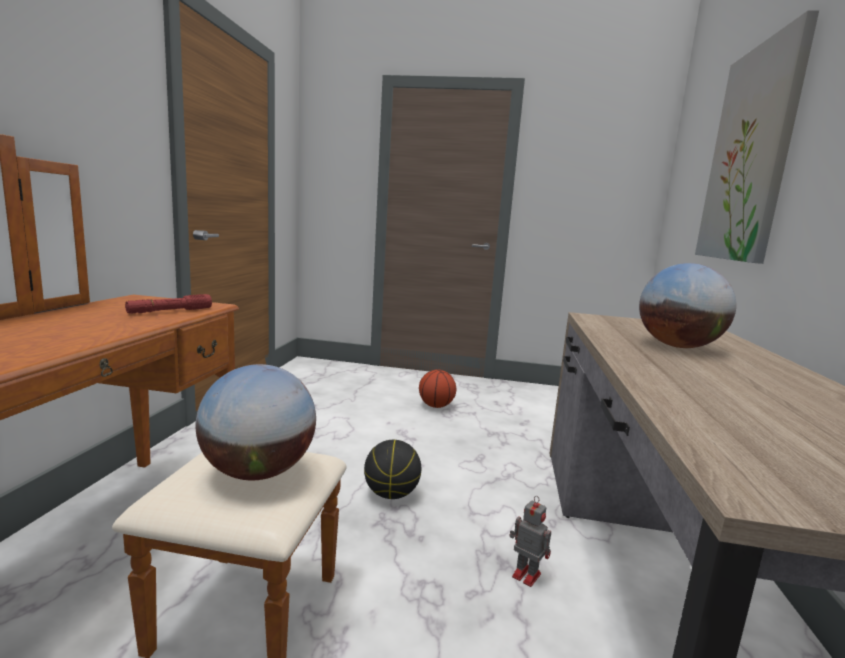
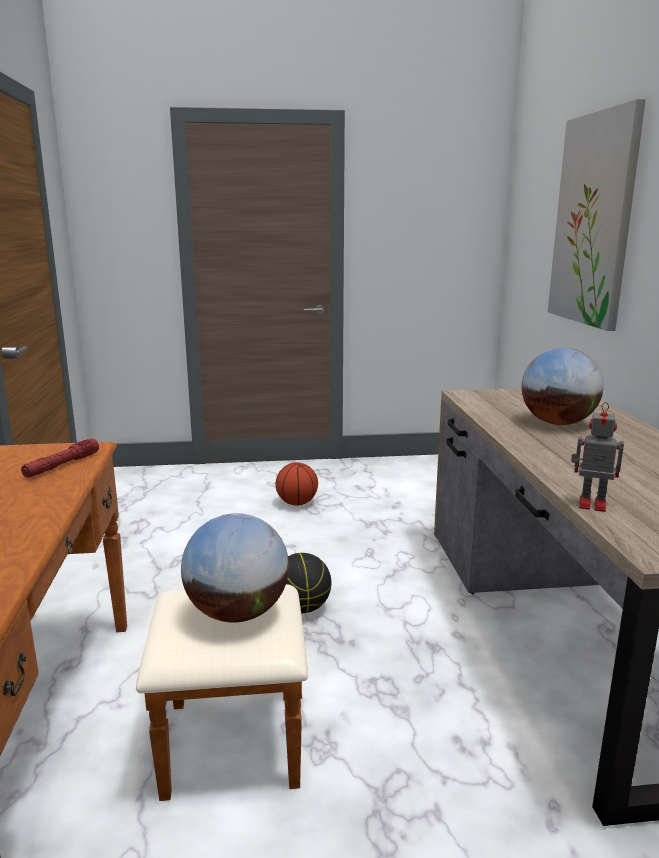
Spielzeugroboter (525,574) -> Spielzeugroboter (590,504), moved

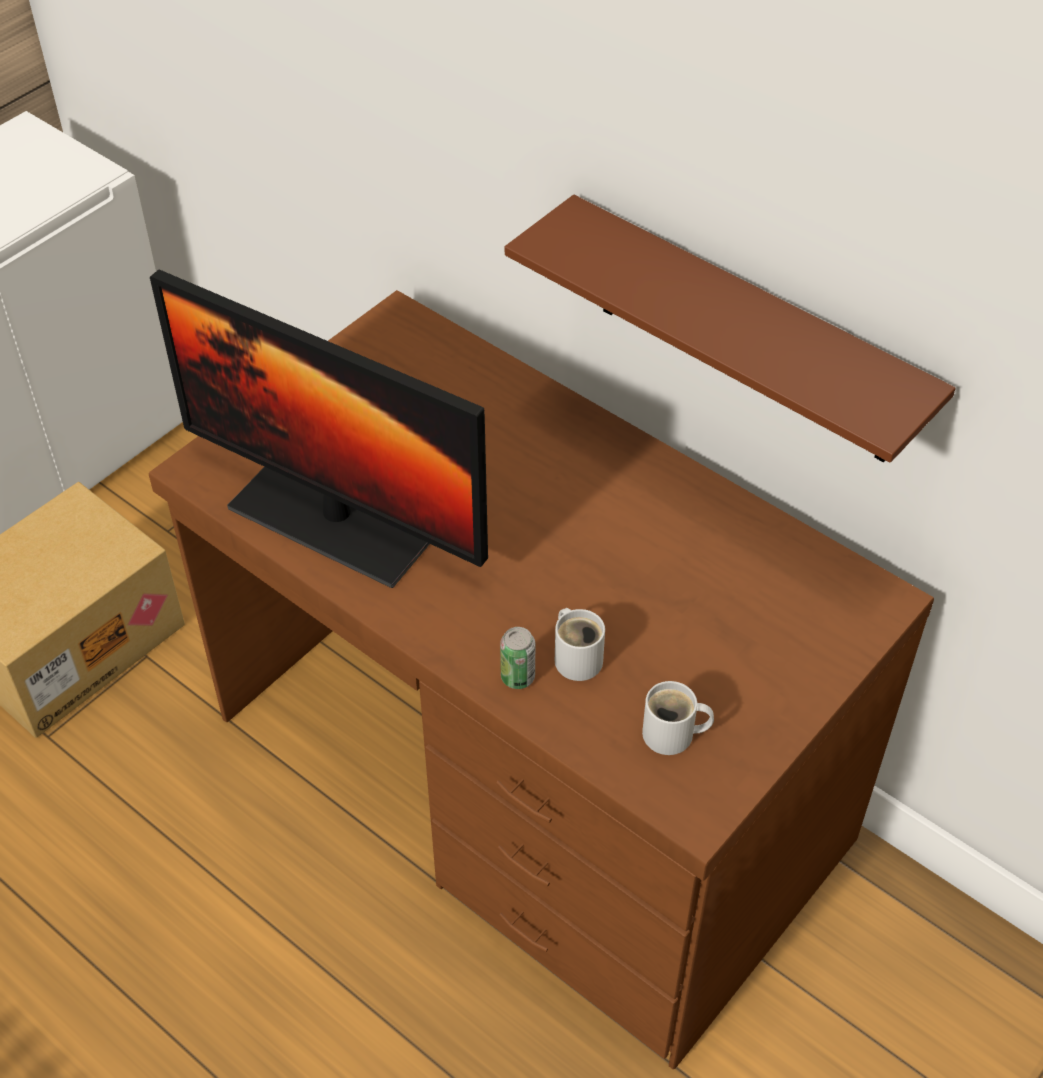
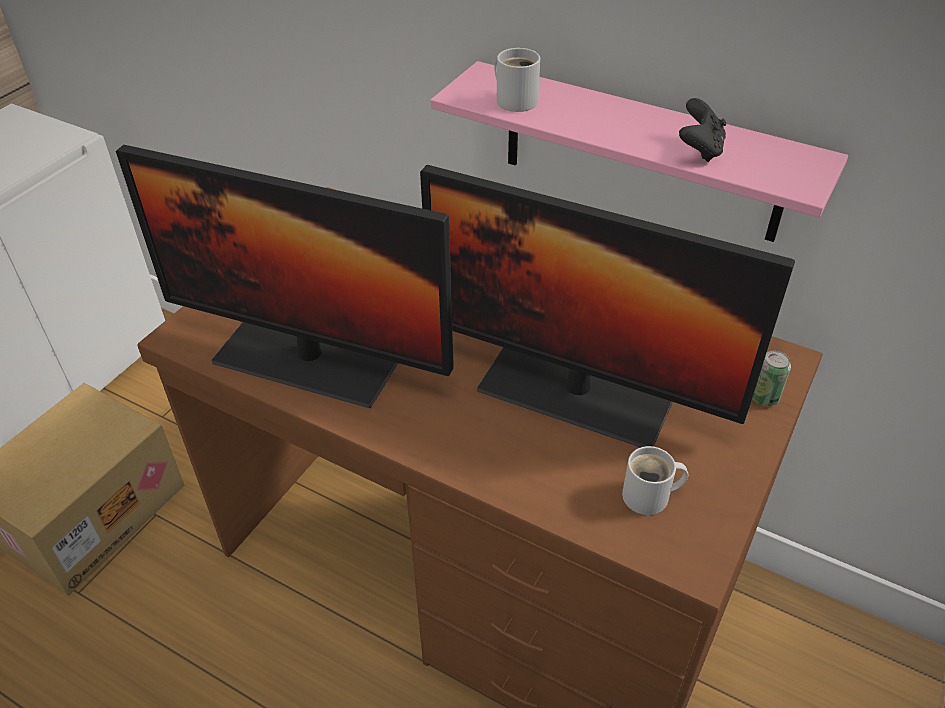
Dose (517,677) -> Dose (764,397), moved
Wandregal (braun) (746,334) -> Wandregal (rosa) (641,153)
Henkelbecher (weiß) (578,657) -> Henkelbecher (weiß) (515,99), moved
none -> Monitor (576,392)
none -> Gamepad (schwarz) (699,150)

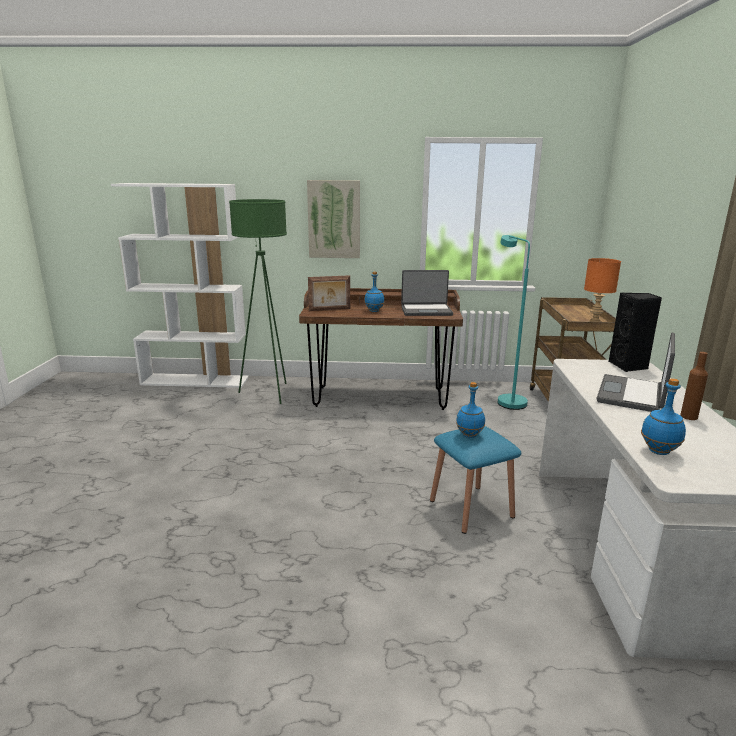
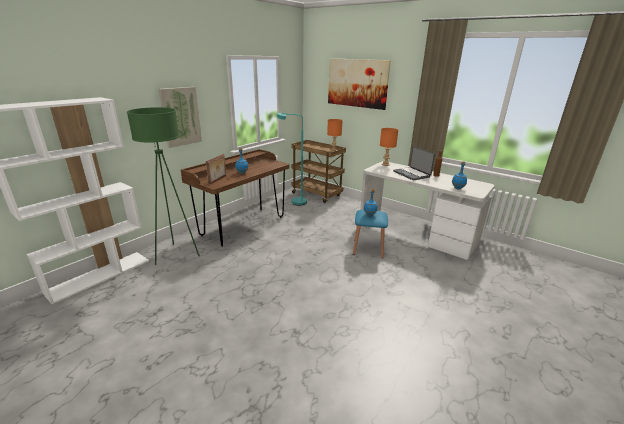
Laptop (426,311) -> none
Lautsprecher (schwarz) (629,366) -> Tischlampe (orange) (386,164)
none -> Bild (357,83)

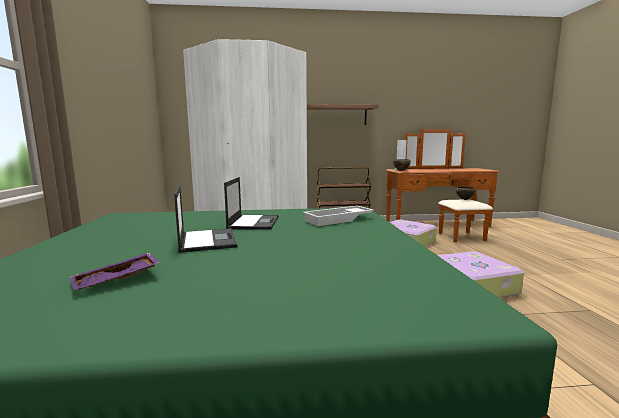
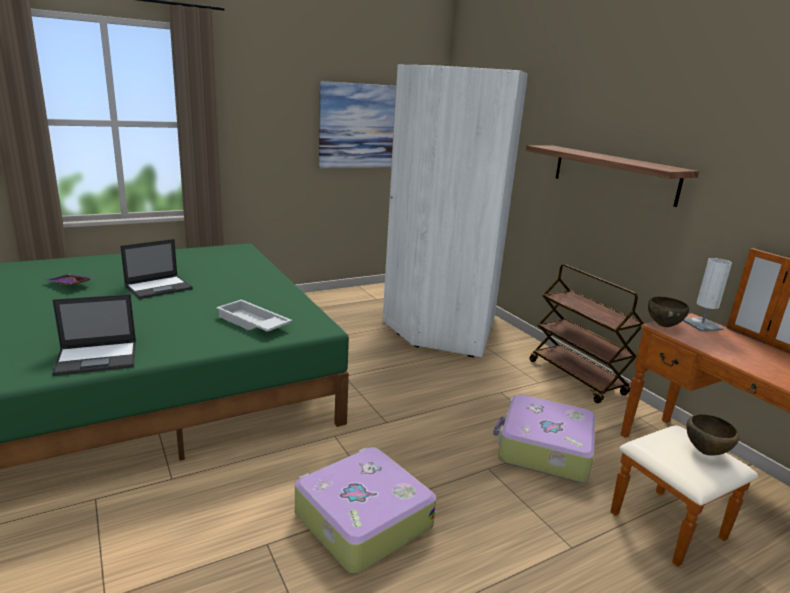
Laptop (254,222) -> Laptop (98,358), moved
none -> Bild (356,126)

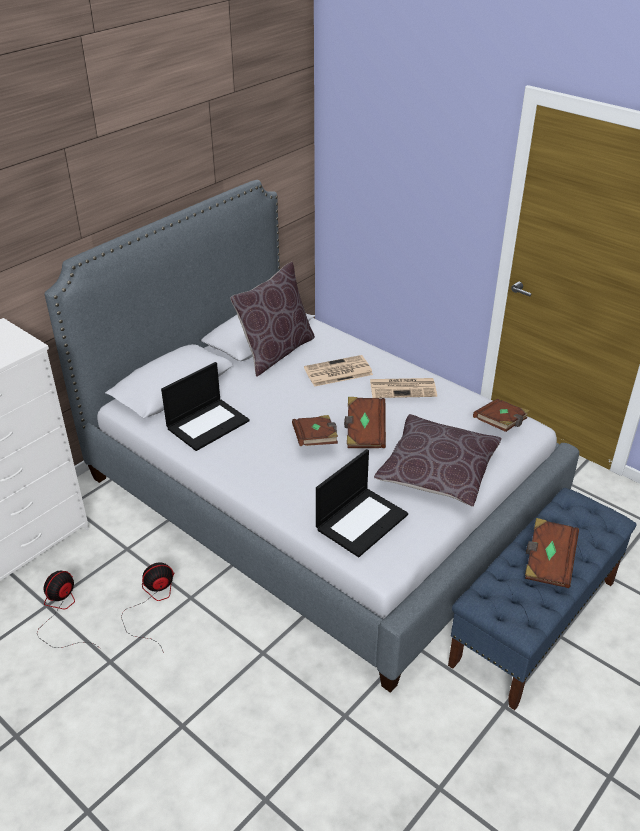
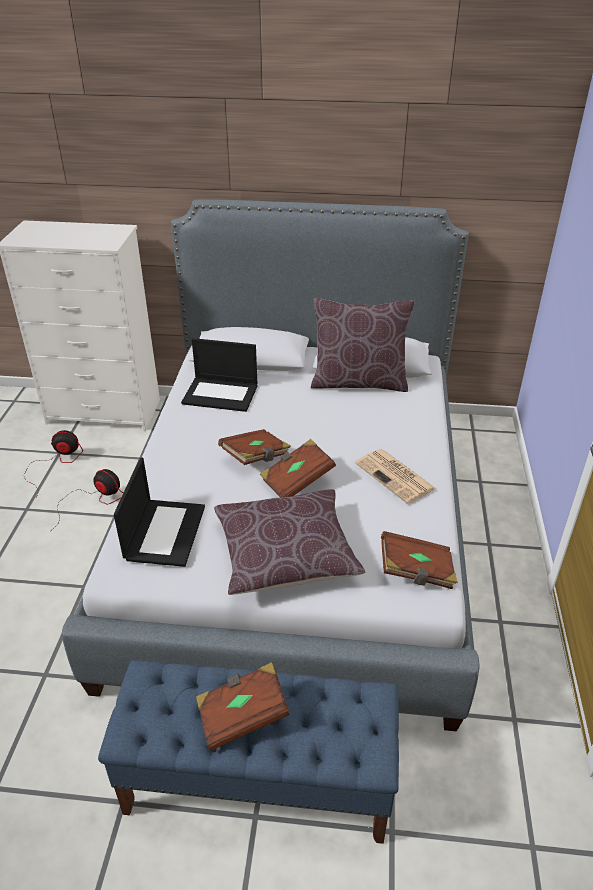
Zeitung (337,372) -> none
Laptop (361,521) -> Laptop (164,532), 90 degrees counterclockwise

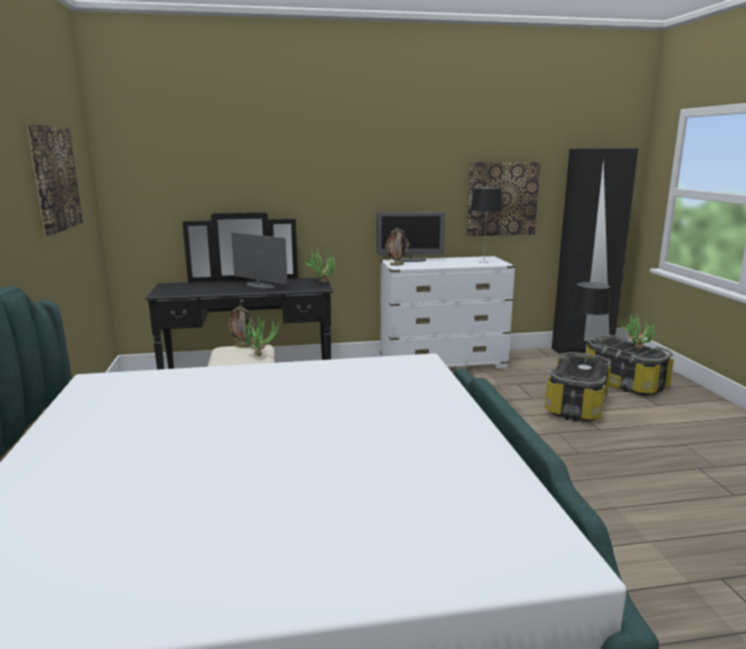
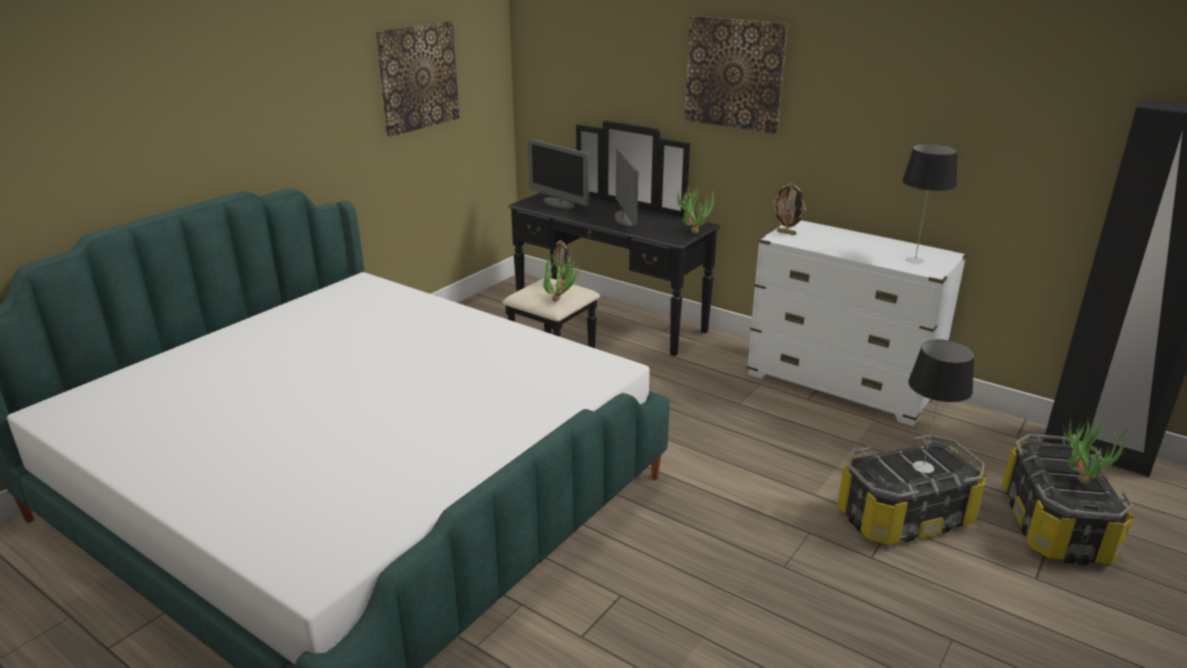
Monitor (410,260) -> Monitor (559,204), moved
Bild (502,199) -> Bild (735,73), moved

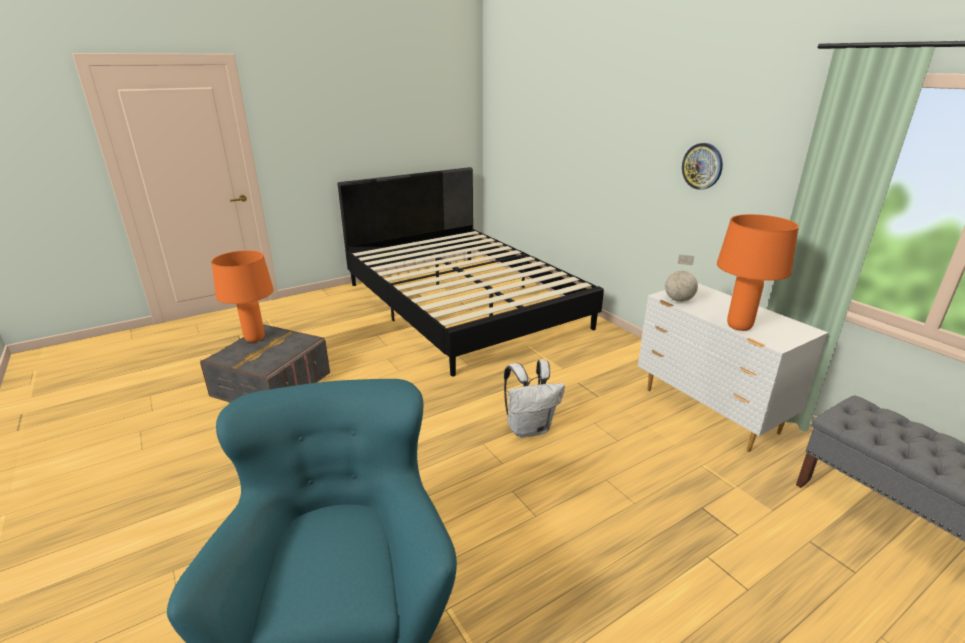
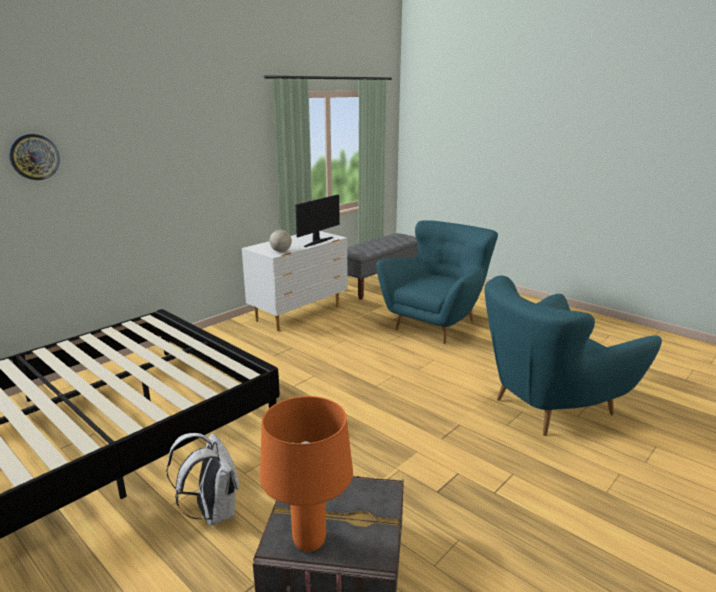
Rucksack (weiß) (529,428) -> Rucksack (weiß) (212,512), moved
Wanduhr (702,166) -> Wanduhr (34,157), moved
Tischlampe (orange) (739,327) -> Monitor (317,242)
none -> Sessel (türkis) (437,324)

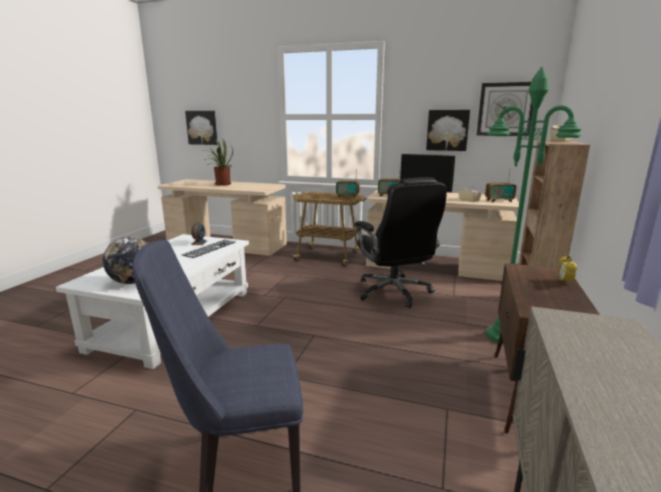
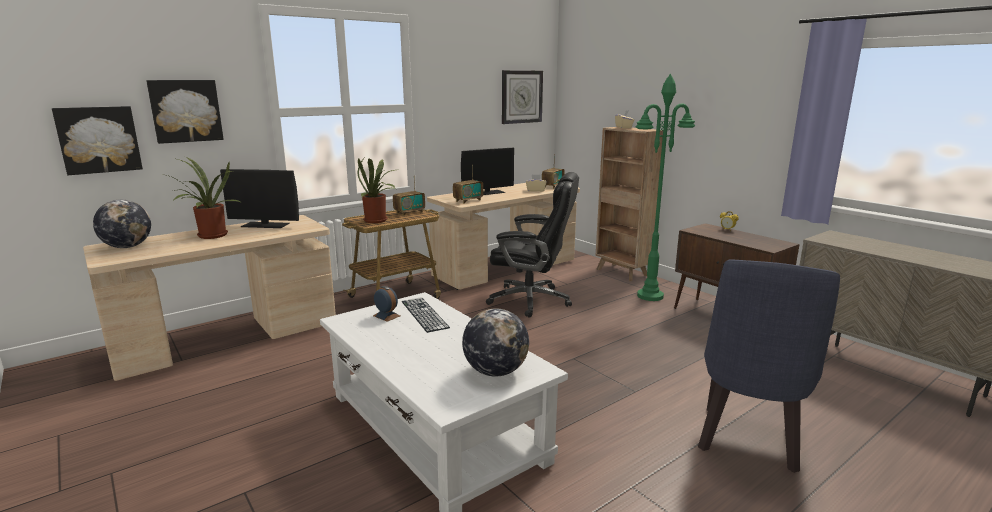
Bild (447,130) -> Bild (186,111), moved
none -> Globus (127,247)
none -> Monitor (265,225)
none -> Topfpflanze (378,221)

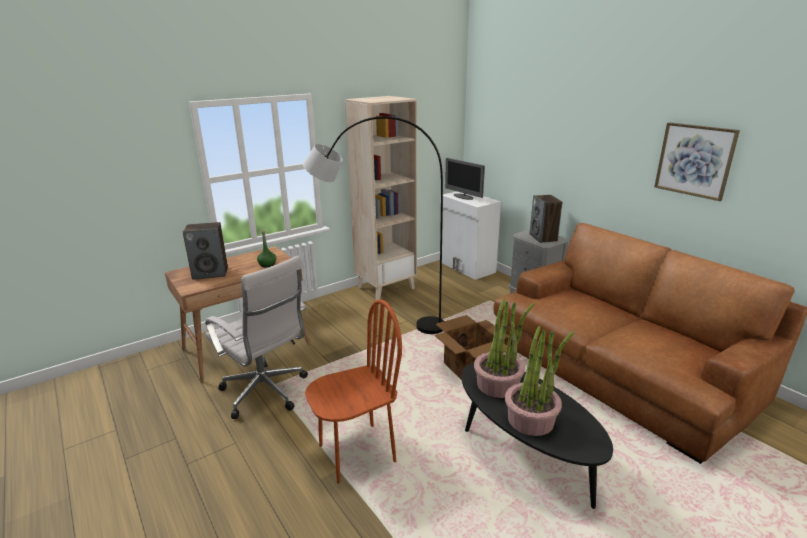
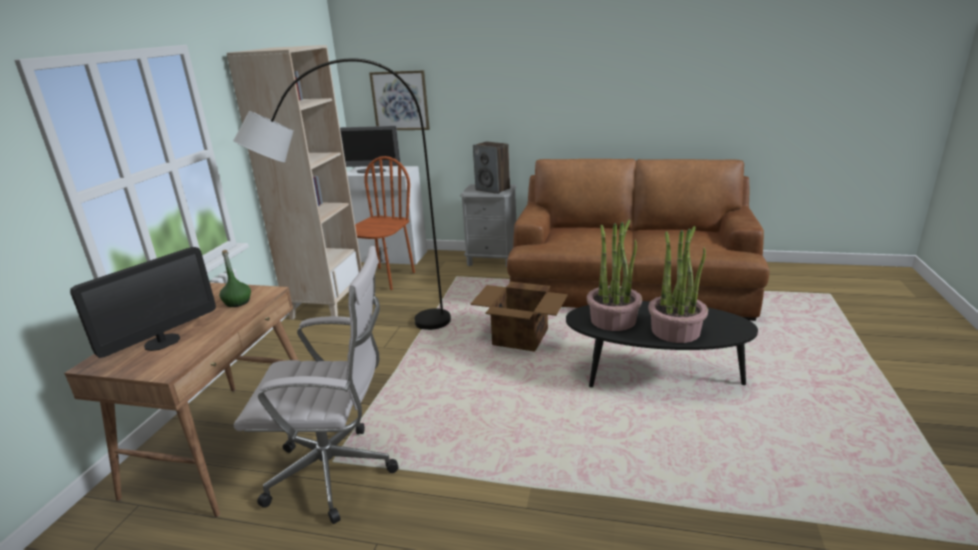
Lautsprecher (211,273) -> Monitor (162,342)
Stuhl (braun) (357,453) -> Stuhl (braun) (385,278), moved
Bild (694,160) -> Bild (400,101), moved

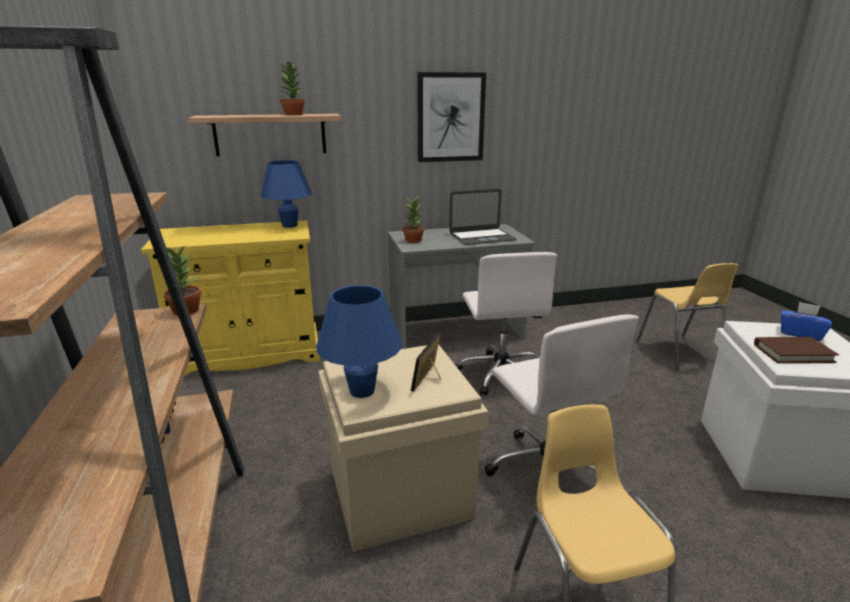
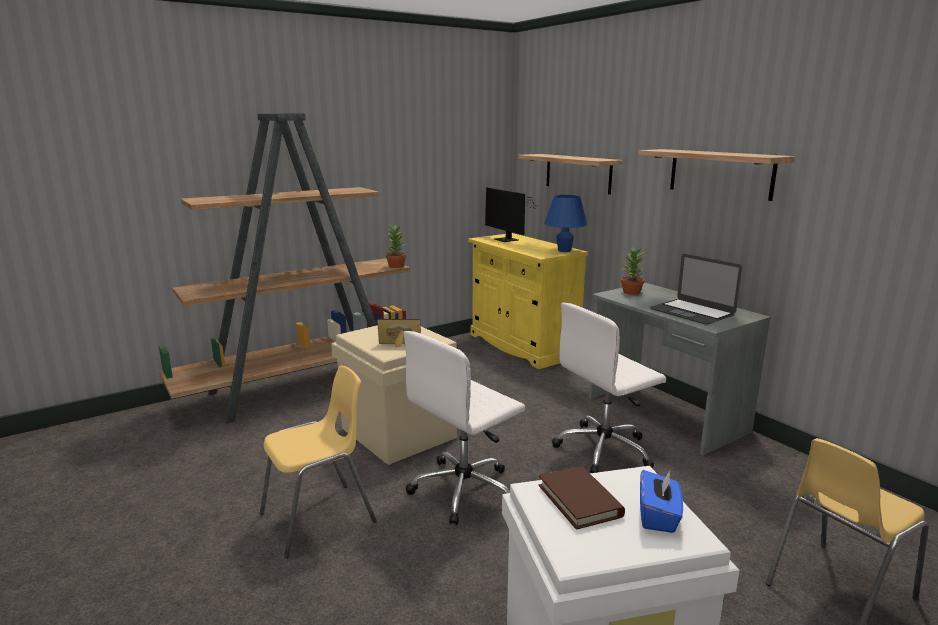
Topfpflanze (293,114) -> none
Tischlampe (blau) (362,391) -> none
Bild (450,117) -> Wandregal (720,173)
none -> Monitor (507,240)

